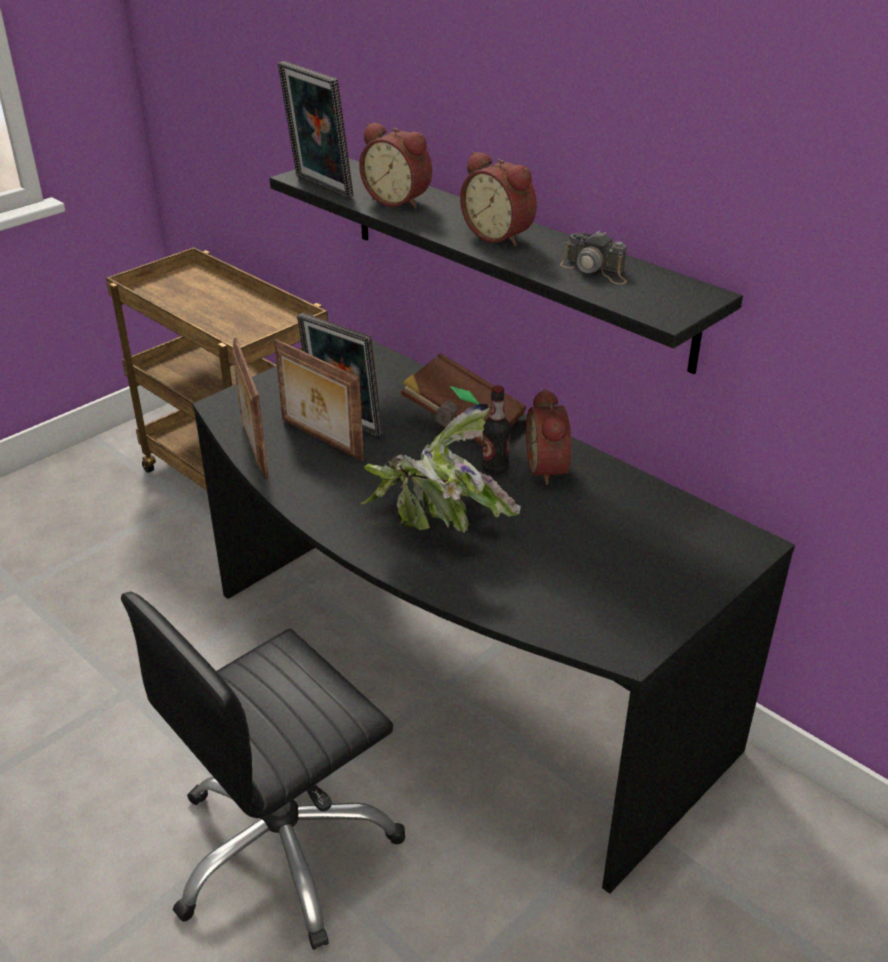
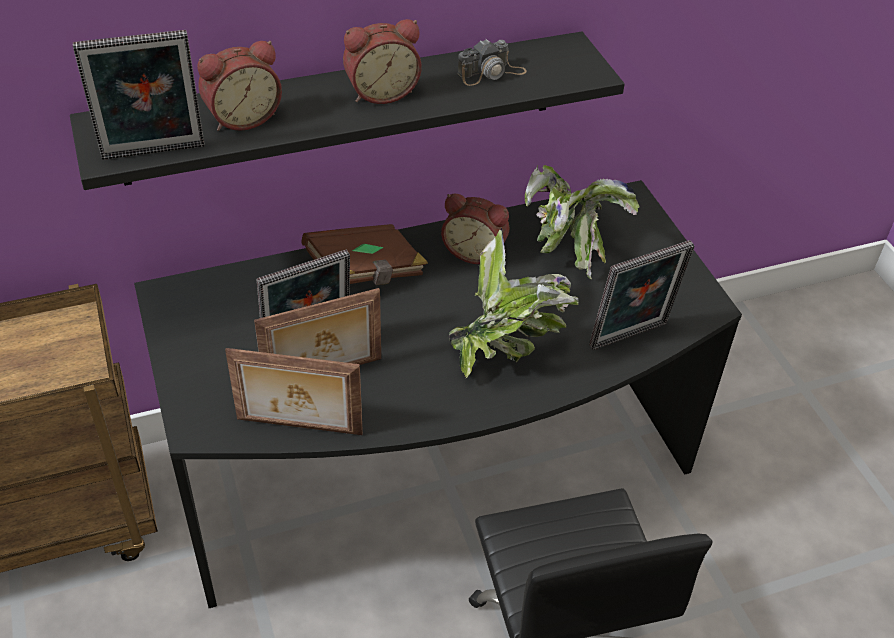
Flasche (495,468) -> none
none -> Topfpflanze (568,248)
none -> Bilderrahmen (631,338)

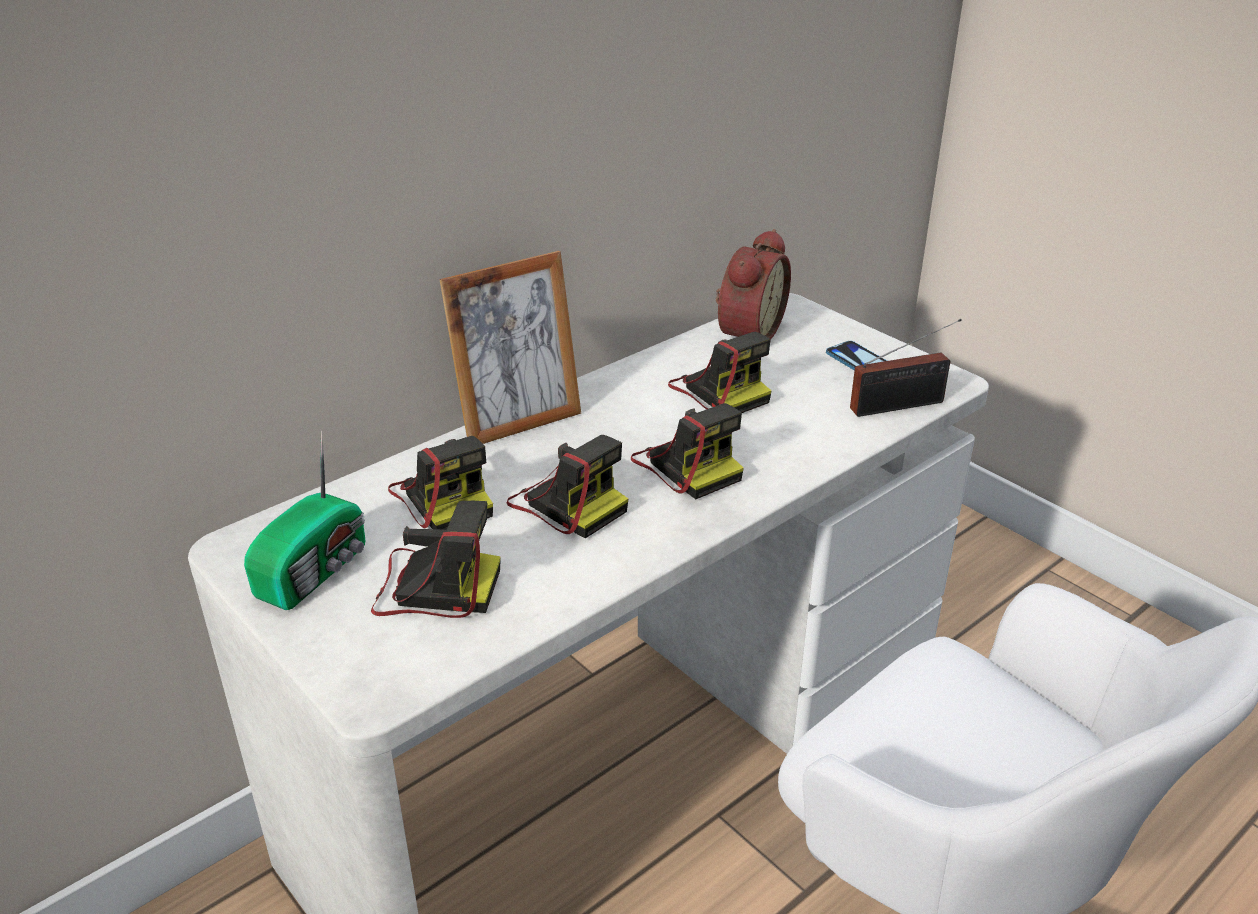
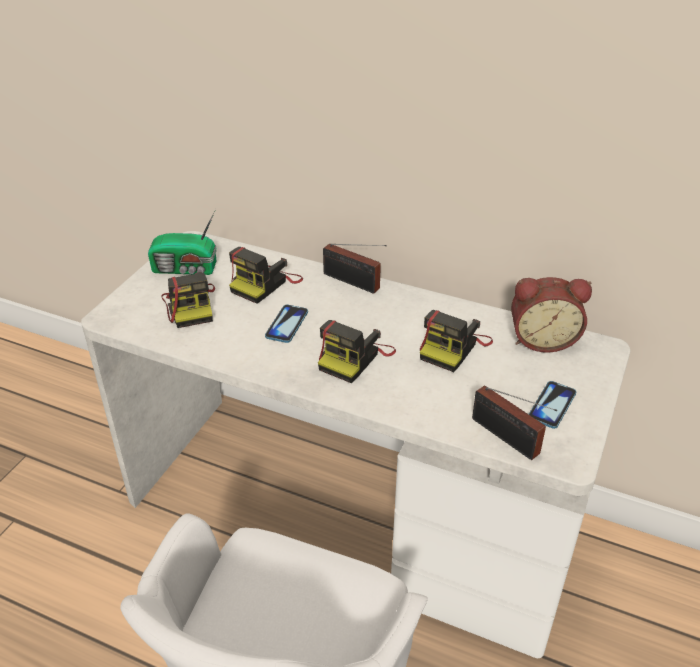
Bilderrahmen (518,422) -> Radio (354,283)
Kamera (567,503) -> Handy (287,325)

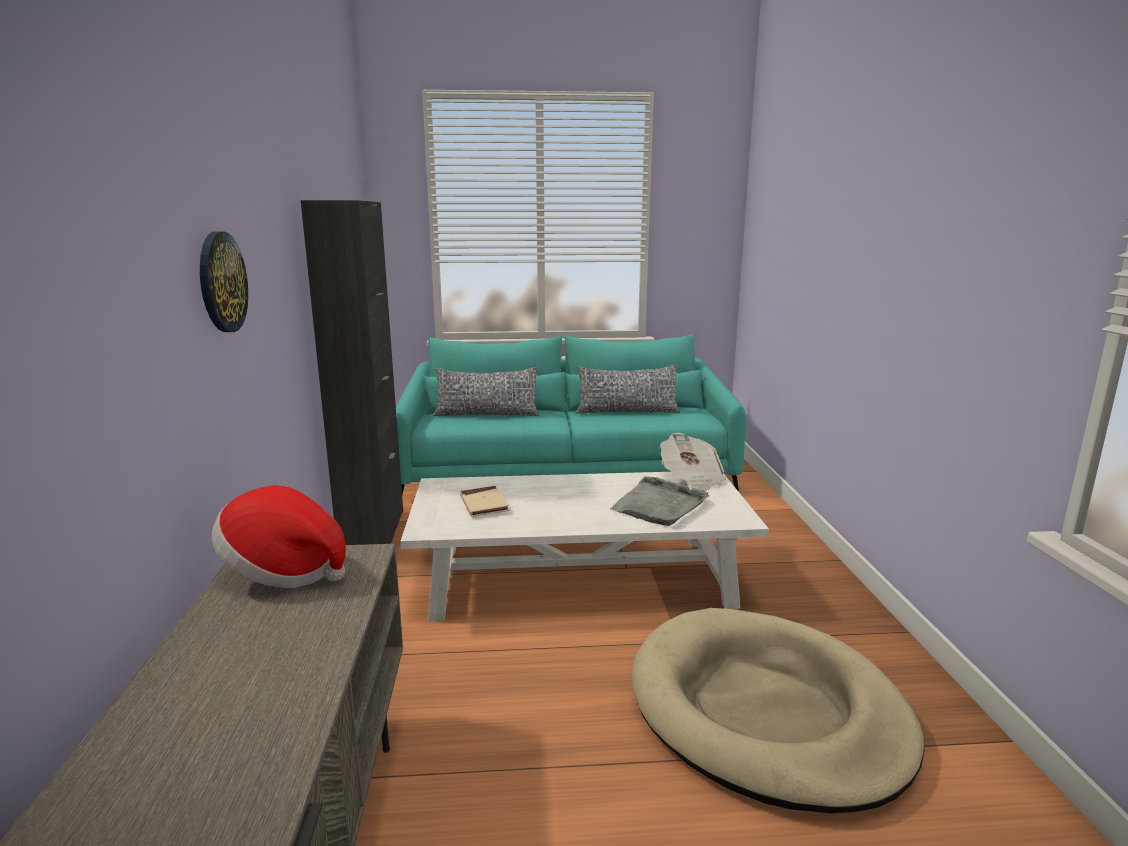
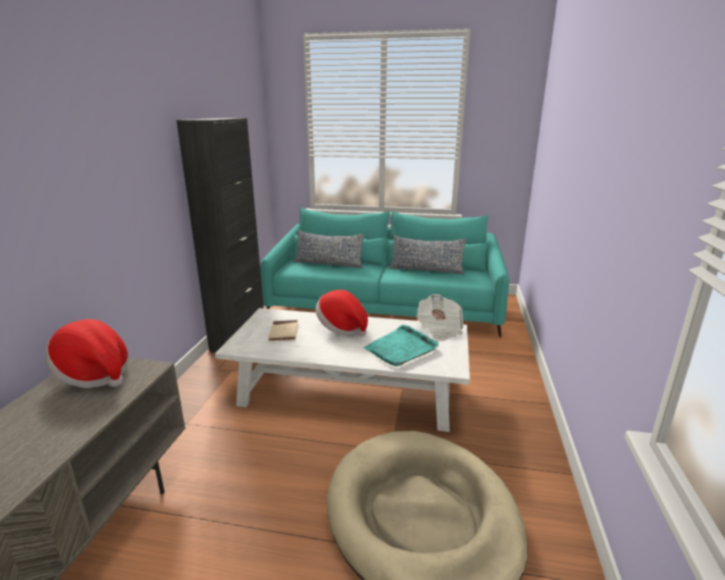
Wanduhr (221,282) -> none
Tablett (grau) (659,505) -> Tablett (türkis) (401,348)
none -> Hut (342,328)

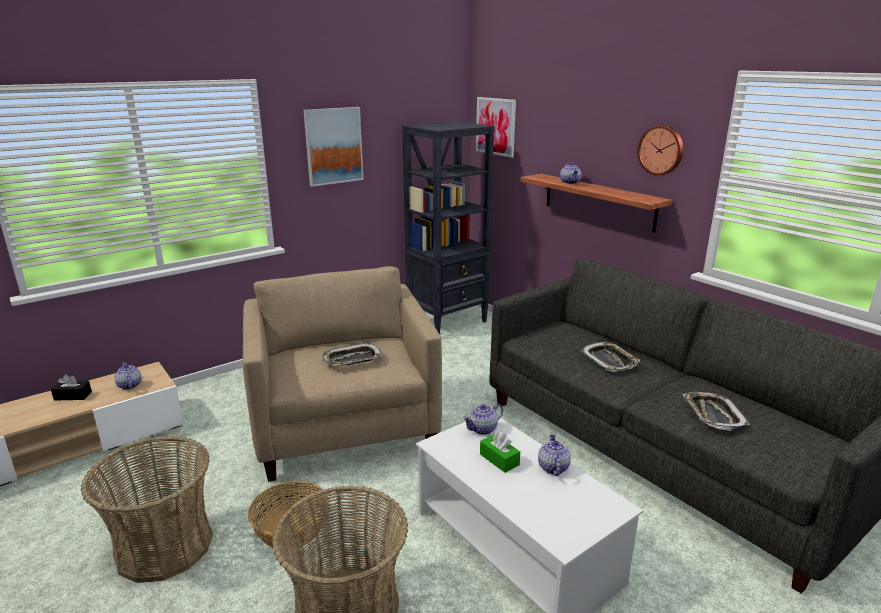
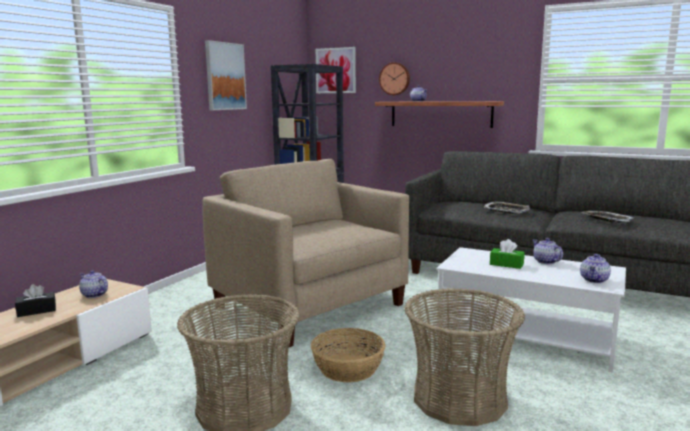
Tablett (352,360) -> none
Teekanne (482,429) -> Teekanne (594,280), moved
Wanduhr (661,150) -> Wanduhr (395,78), moved

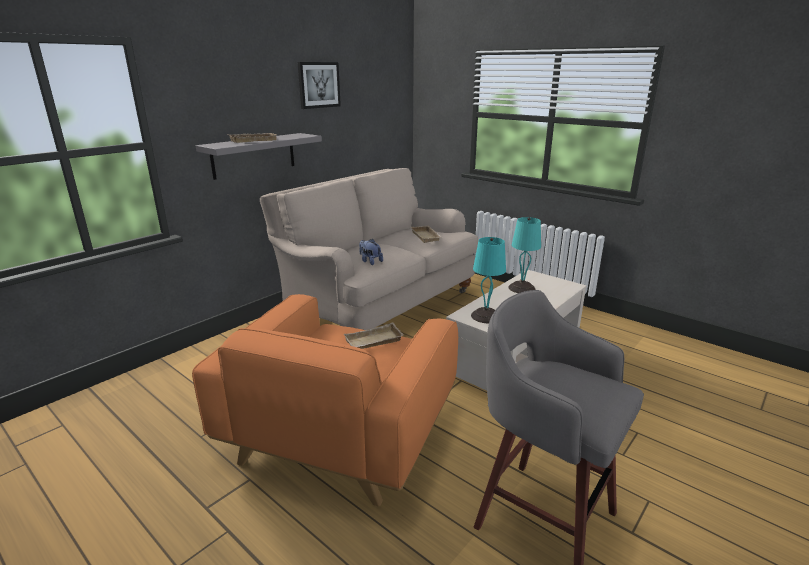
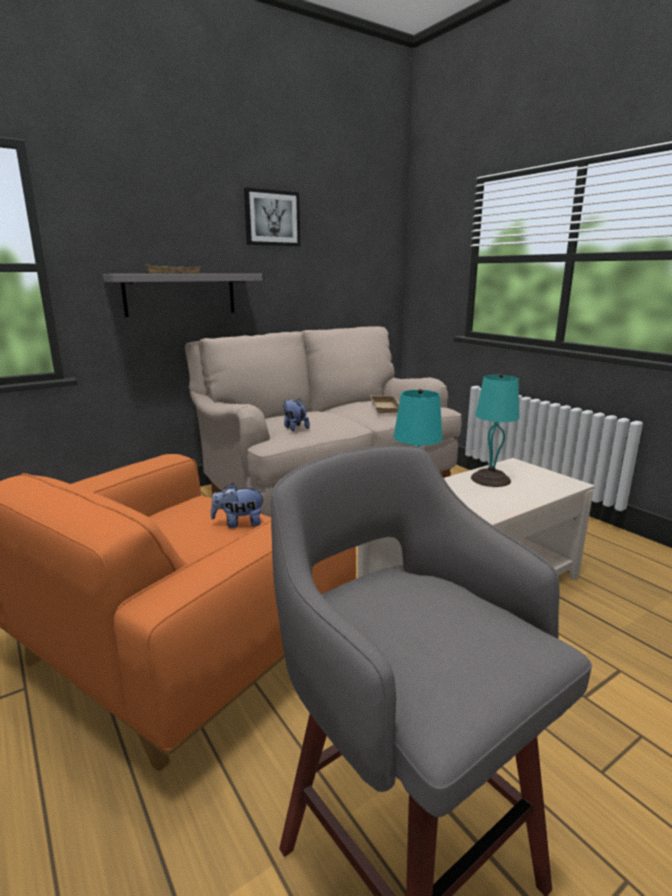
Tablett (beige) (373,342) -> Plüschtier (239,523)

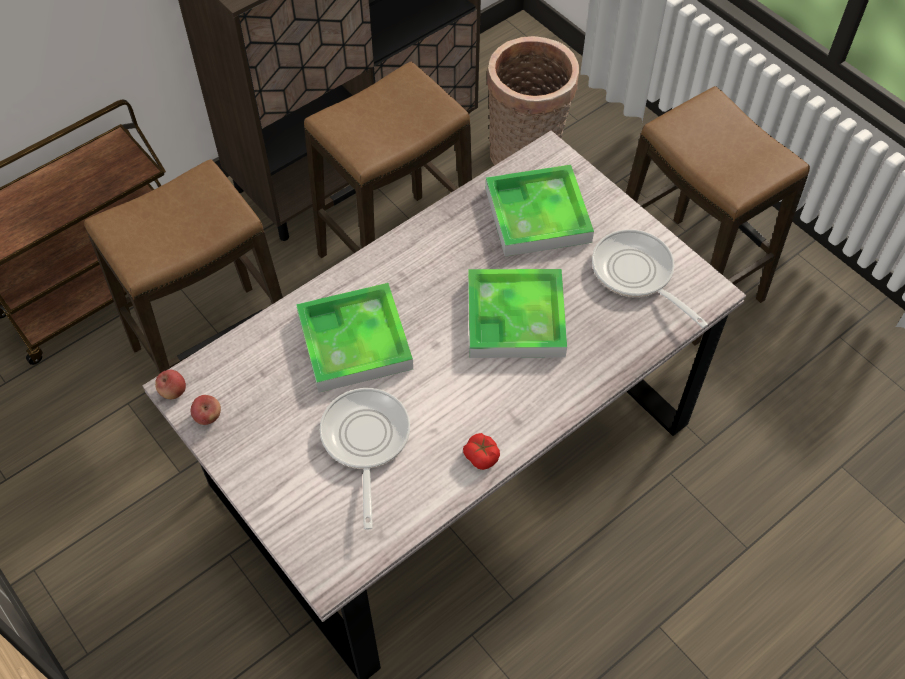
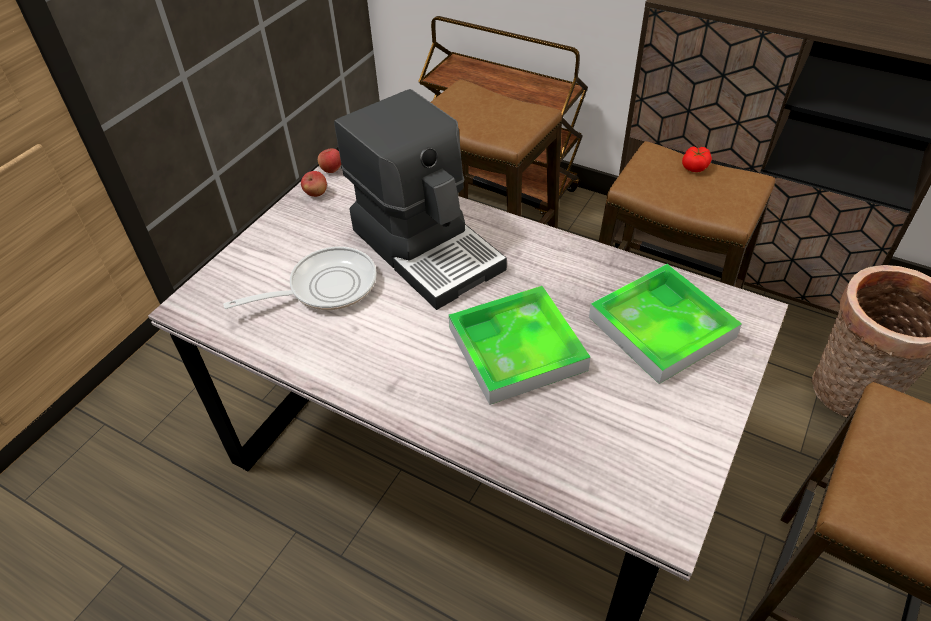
Tablett (354,341) -> Kaffeemaschine (427,247)
Tomate (481,456) -> Tomate (695,166), moved
Pfanne (637,275) -> none

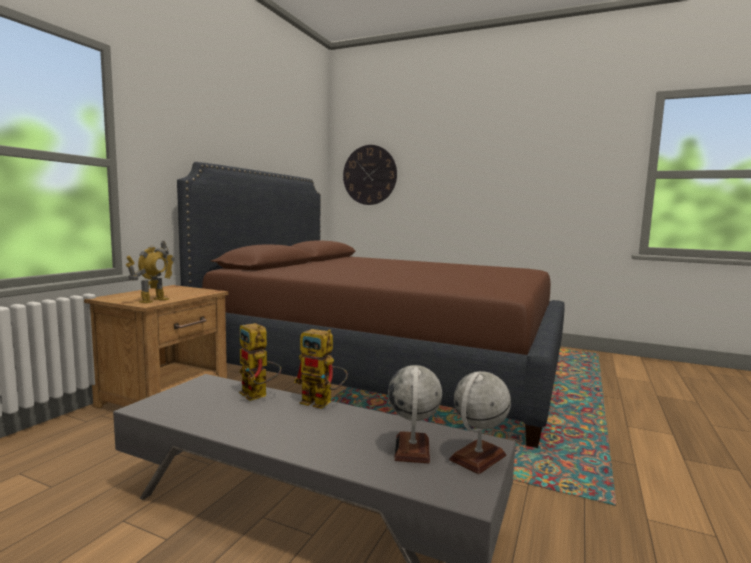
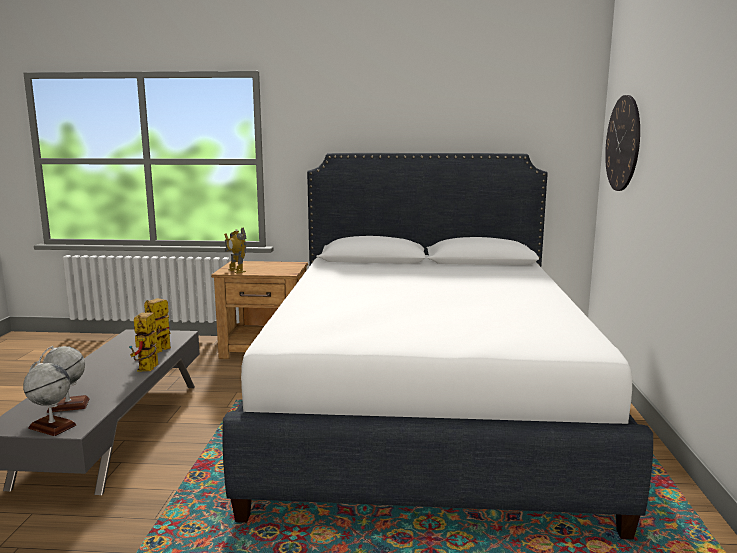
Spielzeugroboter (153,300) -> Spielzeugroboter (236,271), 45 degrees clockwise
Bett (braun) (385,365) -> Bett (weiß) (425,409)

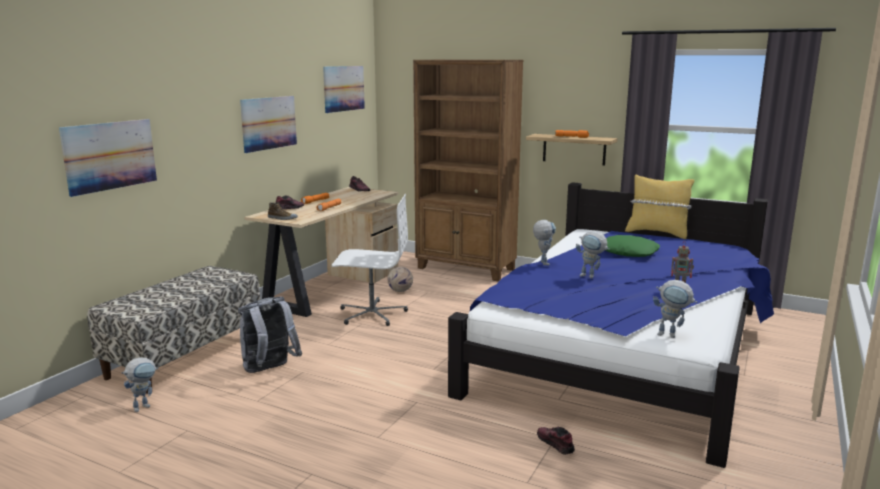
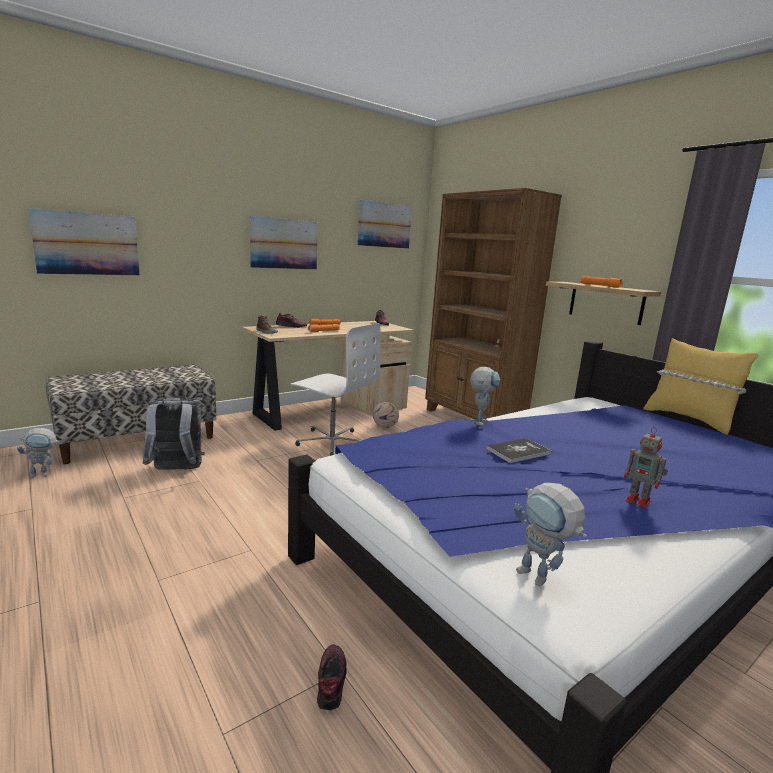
Spielzeugroboter (591,276) -> Buch (518,451)
Kissen (grün) (628,252) -> none

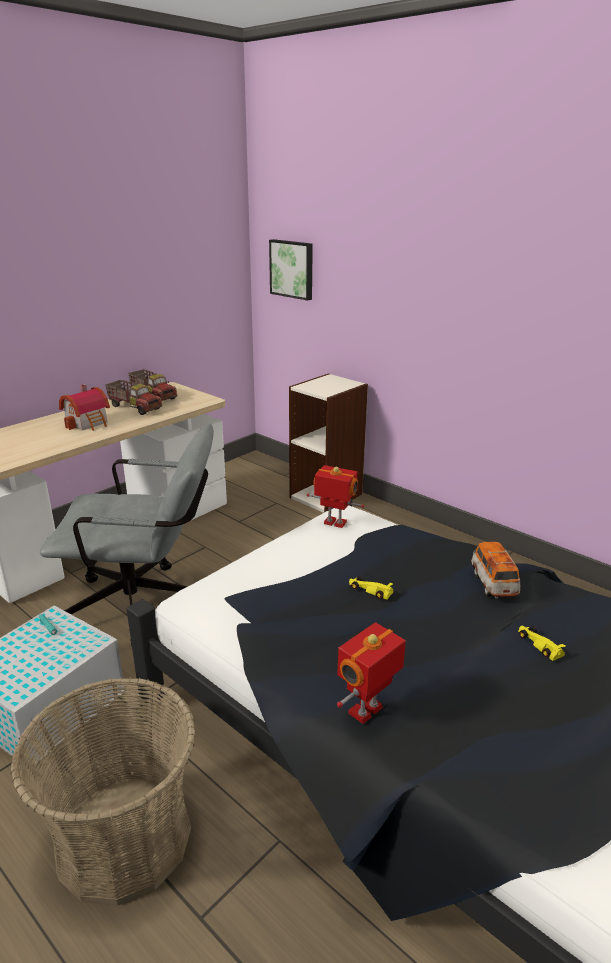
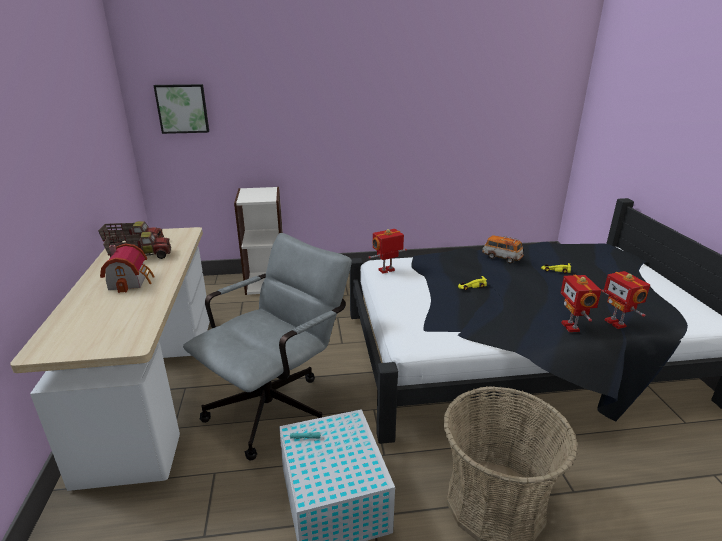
none -> Spielzeugroboter (616,323)

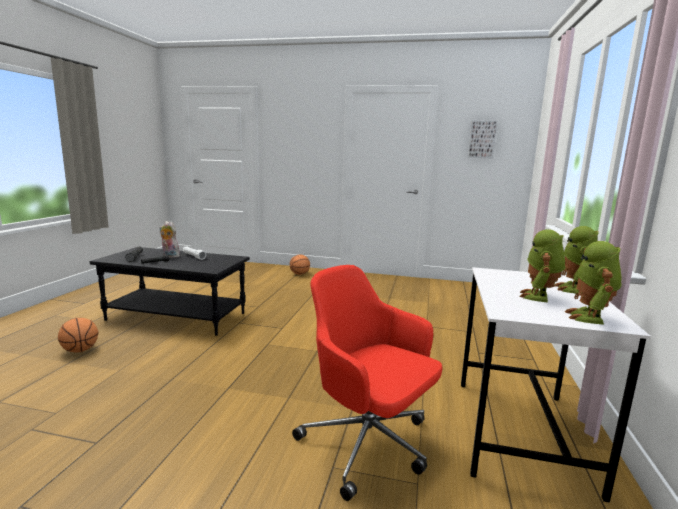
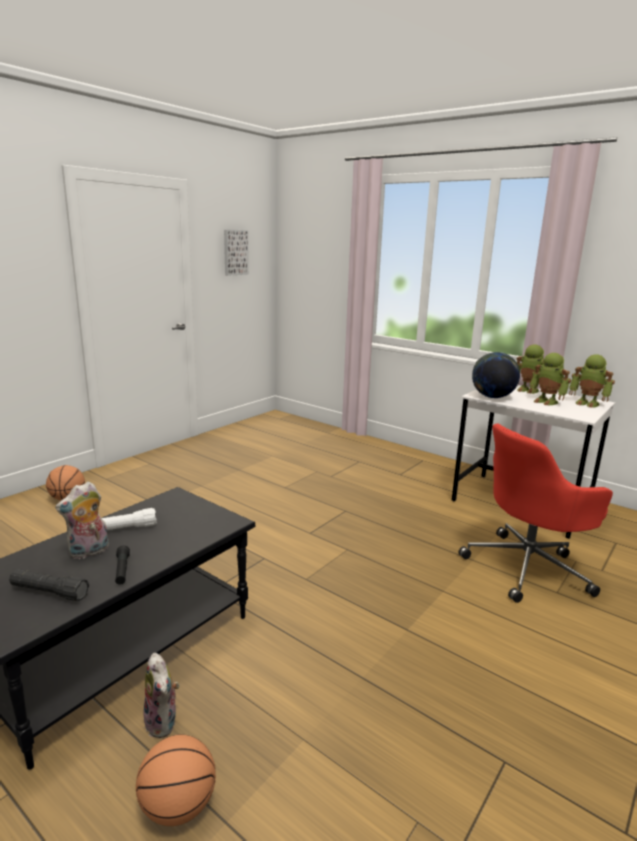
none -> Plüschtier (163,722)
none -> Globus (492,397)

